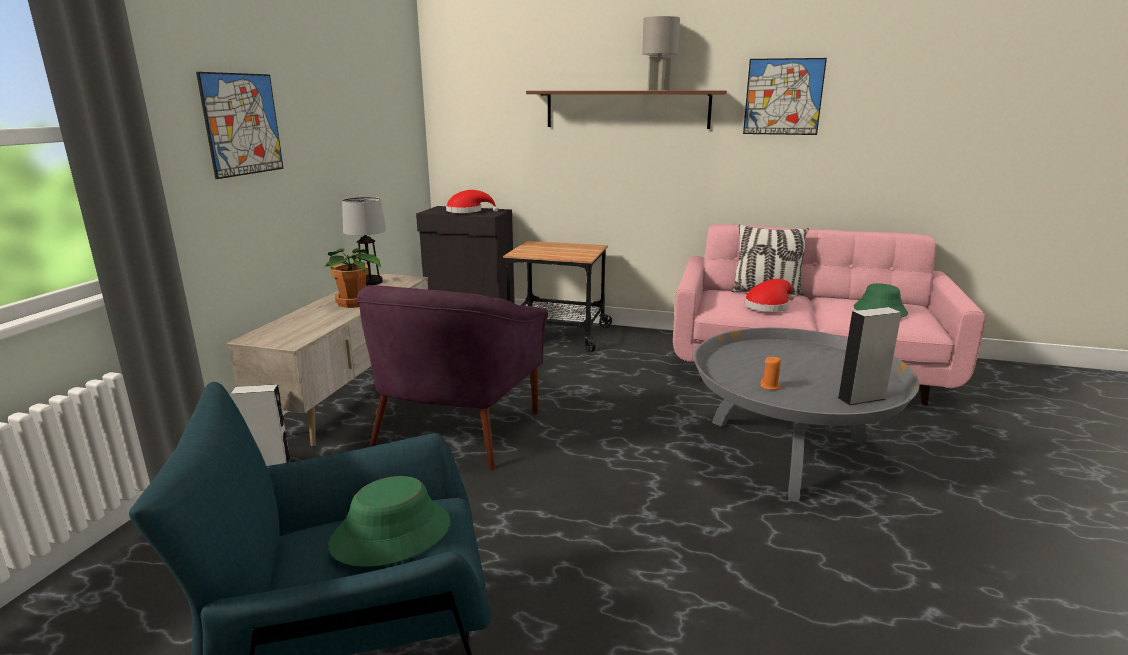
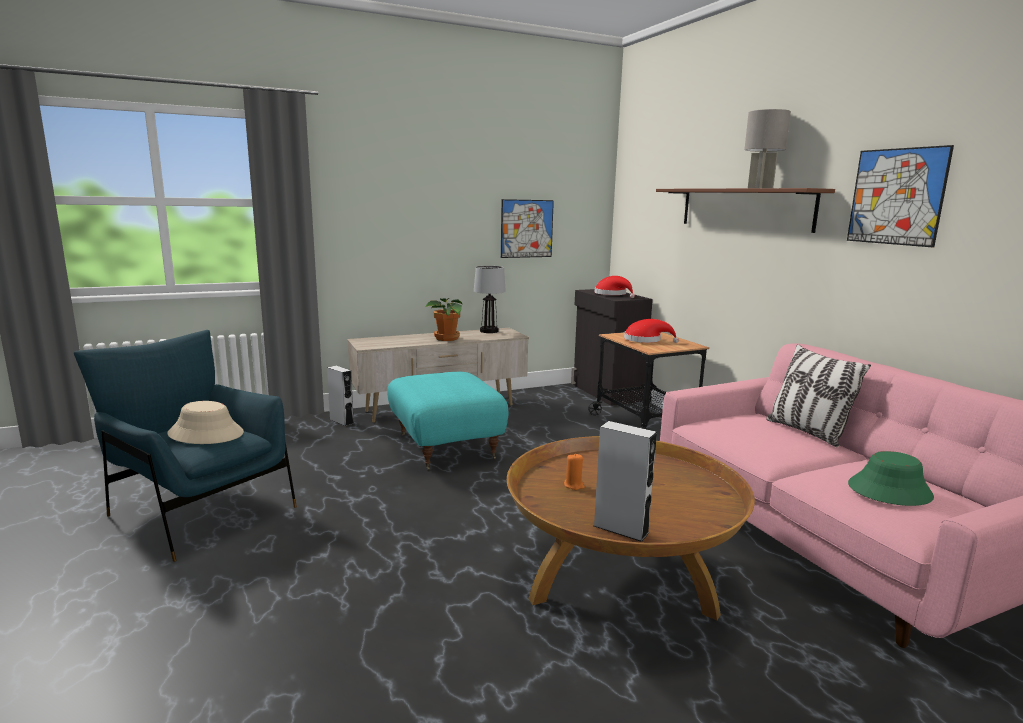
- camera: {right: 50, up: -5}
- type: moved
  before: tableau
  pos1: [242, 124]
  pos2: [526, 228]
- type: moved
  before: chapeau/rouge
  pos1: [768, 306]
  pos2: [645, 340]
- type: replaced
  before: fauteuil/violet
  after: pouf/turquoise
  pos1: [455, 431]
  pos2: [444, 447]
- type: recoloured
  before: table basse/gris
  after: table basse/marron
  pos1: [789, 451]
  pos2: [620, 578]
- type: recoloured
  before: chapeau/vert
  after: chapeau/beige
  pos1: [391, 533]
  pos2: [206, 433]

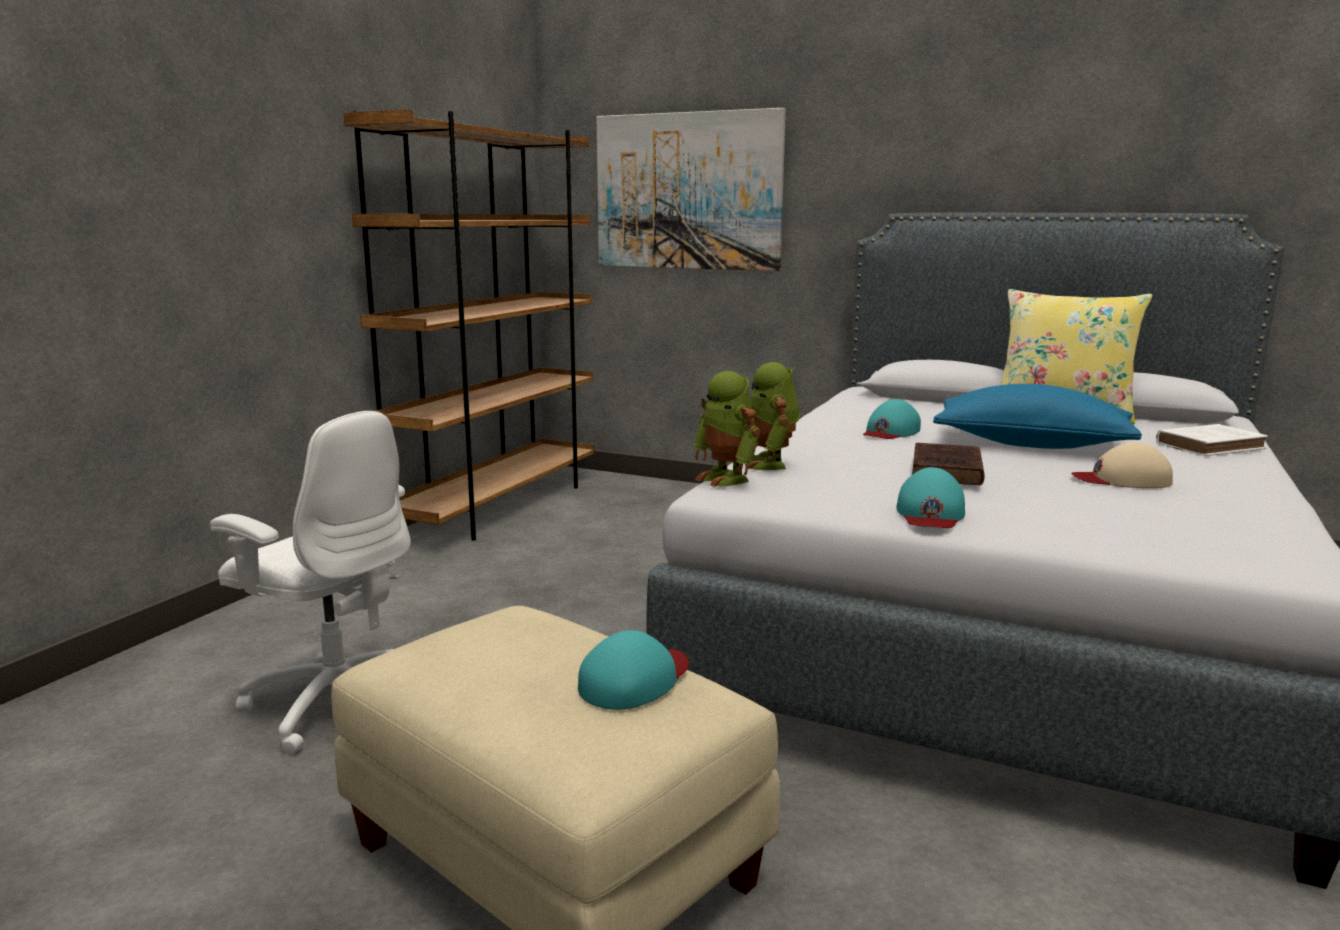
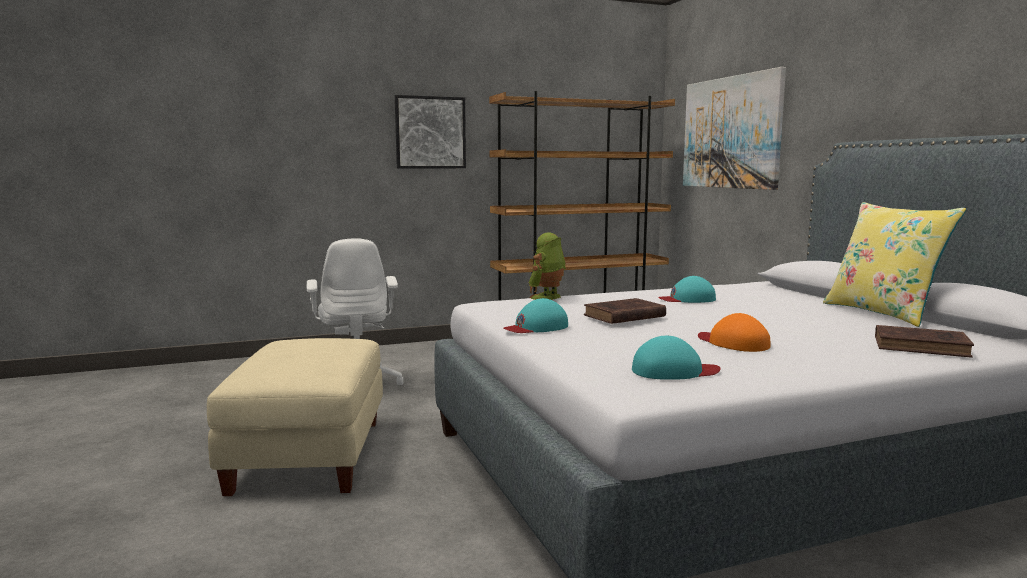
- camera: {right: 45, up: -5}
- type: removed
  before: robot jouet
  pos1: [727, 478]
- type: removed
  before: coussin/bleu
  pos1: [1031, 445]
- type: recoloured
  before: livre/blanc
  after: livre/marron
  pos1: [1211, 446]
  pos2: [923, 347]
- type: recoloured
  before: casquette/beige
  after: casquette/orange
  pos1: [1122, 480]
  pos2: [733, 343]
- type: moved
  before: casquette/turquoise
  pos1: [635, 680]
  pos2: [674, 371]
- type: added
  after: tableau
  pos2: [430, 132]

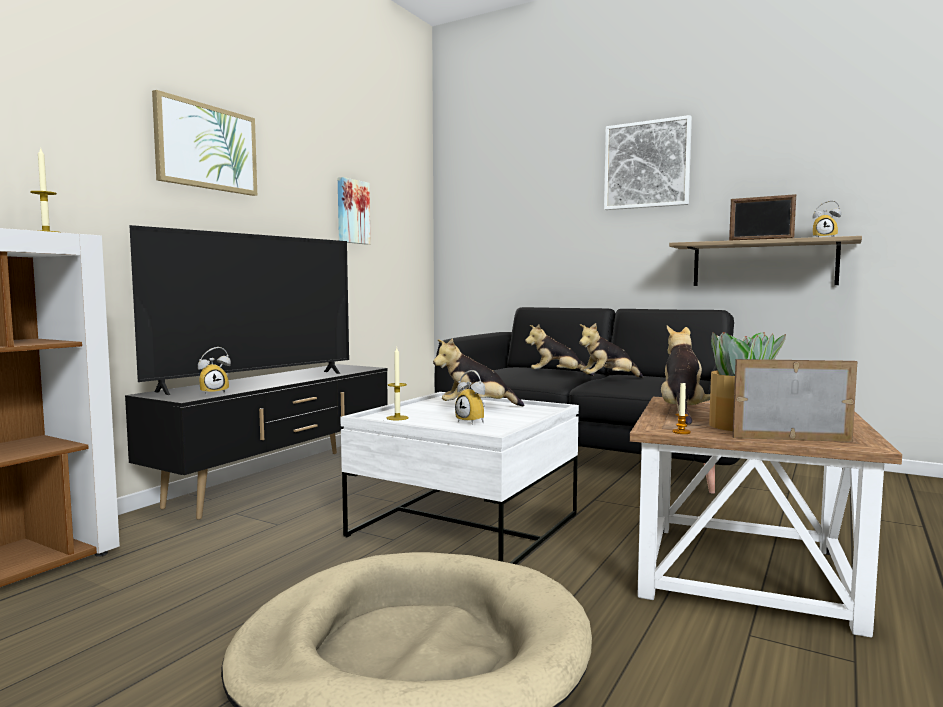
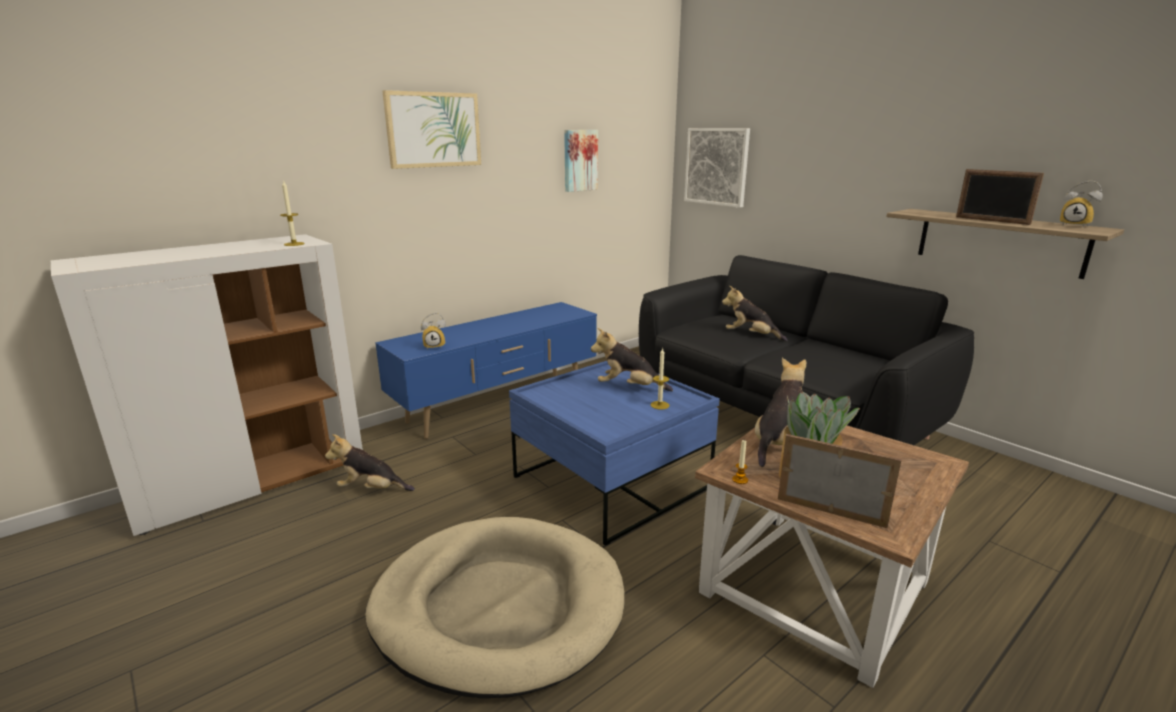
- camera: {right: 20, up: 15}
- type: moved
  before: tableau
  pos1: [647, 165]
  pos2: [716, 166]
- type: removed
  before: téléviseur
  pos1: [256, 381]
- type: moved
  before: peluche
  pos1: [608, 379]
  pos2: [371, 489]
- type: moved
  before: bougie
  pos1: [397, 418]
  pos2: [659, 405]
- type: recoloured
  before: meuble télé/noir
  after: meuble télé/bleu
  pos1: [280, 481]
  pos2: [499, 405]
- type: removed
  before: réveil
  pos1: [474, 421]
- type: recoloured
  before: table basse/blanc
  after: table basse/bleu
  pos1: [465, 525]
  pos2: [611, 482]

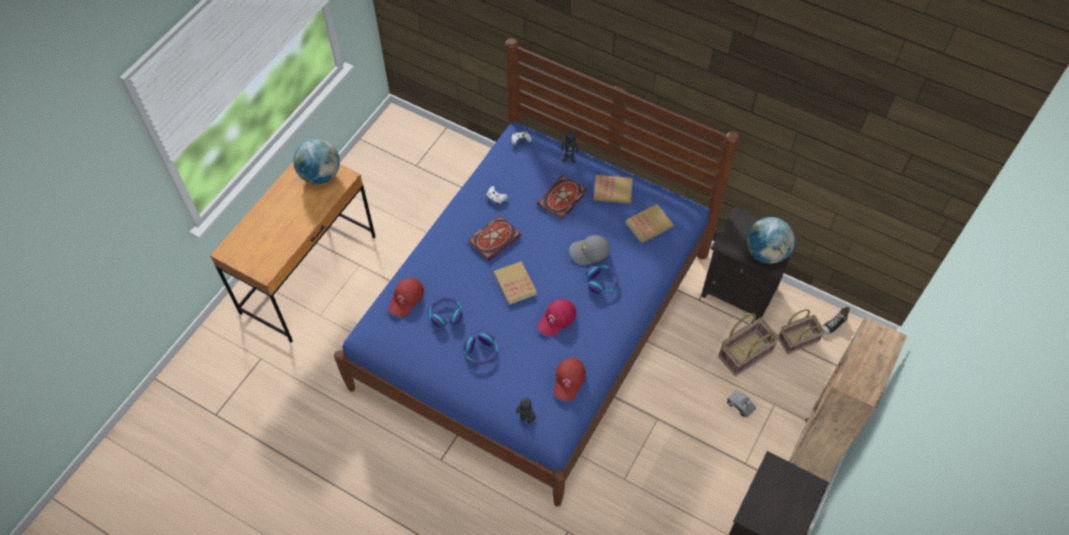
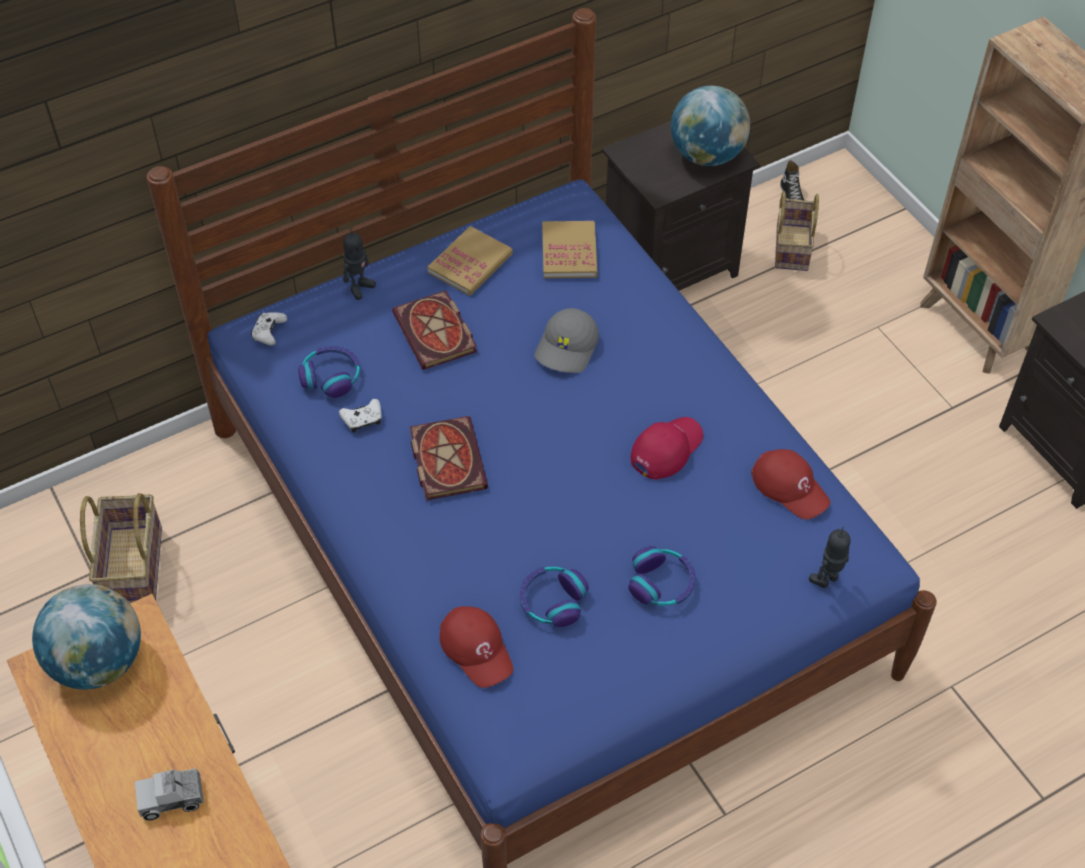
- camera: {right: -60, up: -5}
- type: removed
  before: livre
  pos1: [515, 284]
- type: moved
  before: casque audio
  pos1: [602, 282]
  pos2: [331, 376]
- type: turned
  before: casquette/rouge
  pos1: [557, 319]
  pos2: [666, 449]
  turn: -120
- type: moved
  before: panier
  pos1: [745, 353]
  pos2: [131, 567]
- type: moved
  before: camion jouet
  pos1: [740, 406]
  pos2: [172, 798]

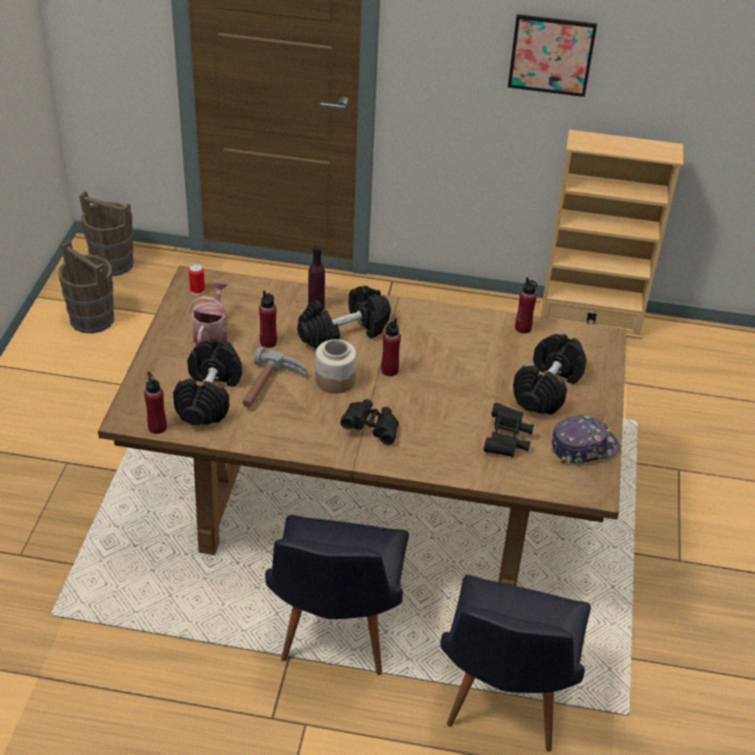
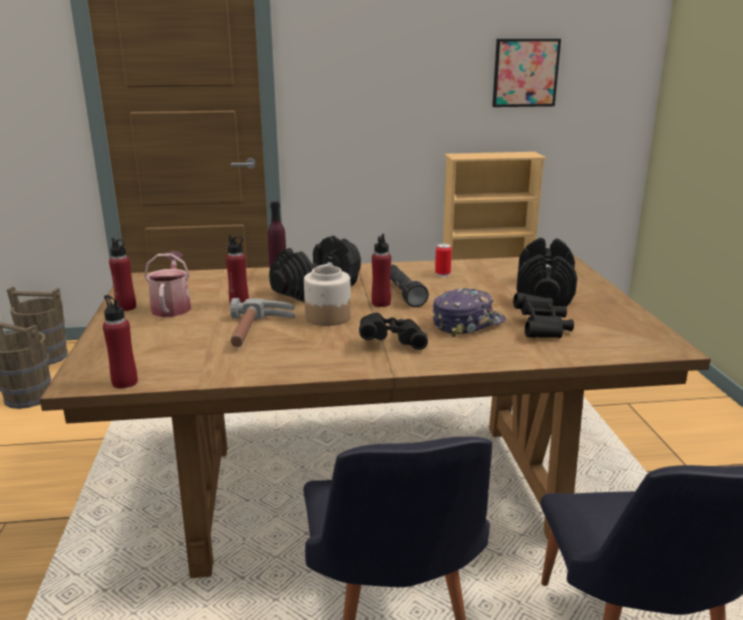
- camera: {right: -15, up: -20}
- type: moved
  before: tableau
  pos1: [551, 55]
  pos2: [525, 73]
- type: moved
  before: boîte métallique
  pos1: [197, 290]
  pos2: [442, 274]
- type: moved
  before: bouteille/rouge
  pos1: [523, 328]
  pos2: [126, 307]
- type: removed
  before: haltère/noir
  pos1: [209, 397]
- type: moved
  before: casquette
  pos1: [583, 447]
  pos2: [467, 323]
- type: added
  after: lampe de poche/noir
  pos2: [403, 293]

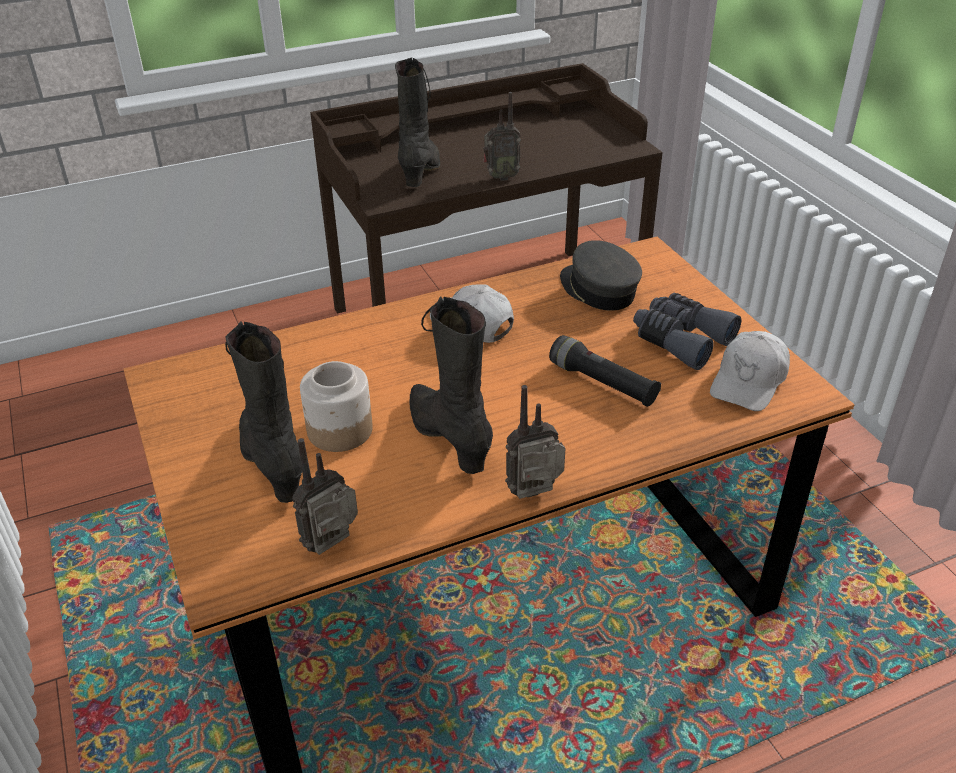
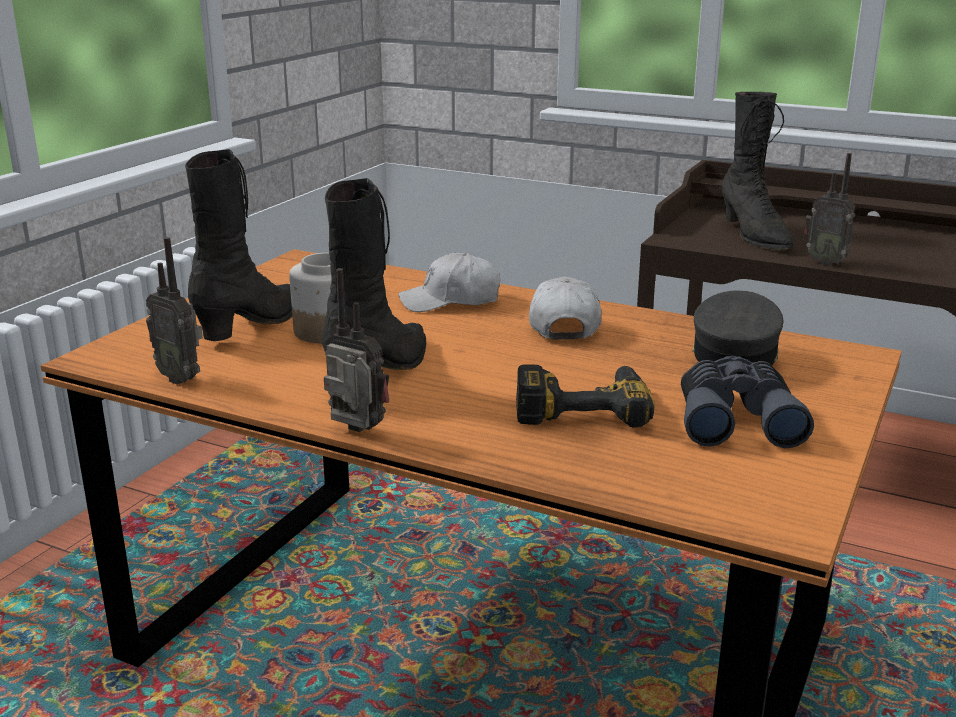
- camera: {right: 50, up: -15}
- type: turned
  before: botte/noir
  pos1: [421, 172]
  pos2: [753, 236]
  turn: 105
- type: moved
  before: casquette/blanc
  pos1: [749, 381]
  pos2: [450, 301]
- type: replaced
  before: lampe de poche/noir
  after: perceuse
  pos1: [602, 383]
  pos2: [582, 406]
- type: turned
  before: radio
  pos1: [334, 547]
  pos2: [181, 378]
  turn: -150

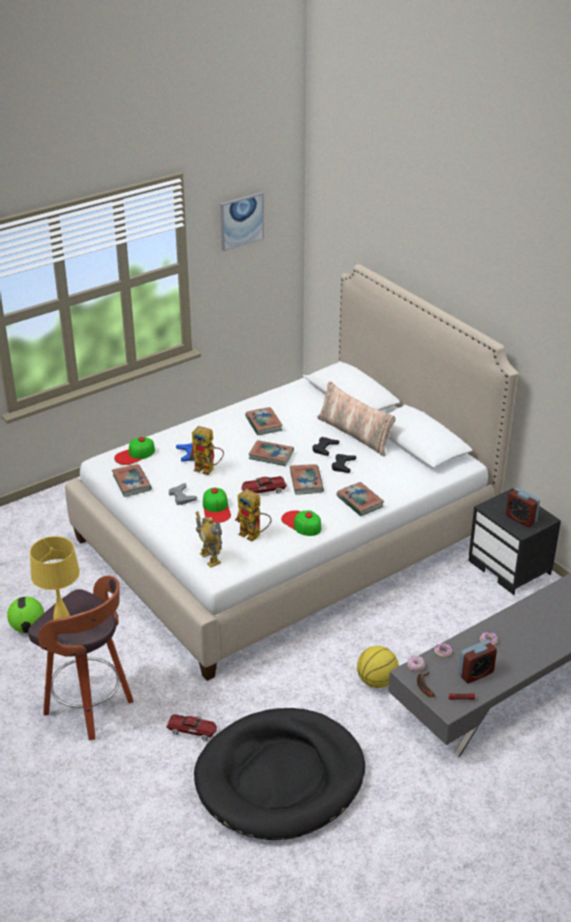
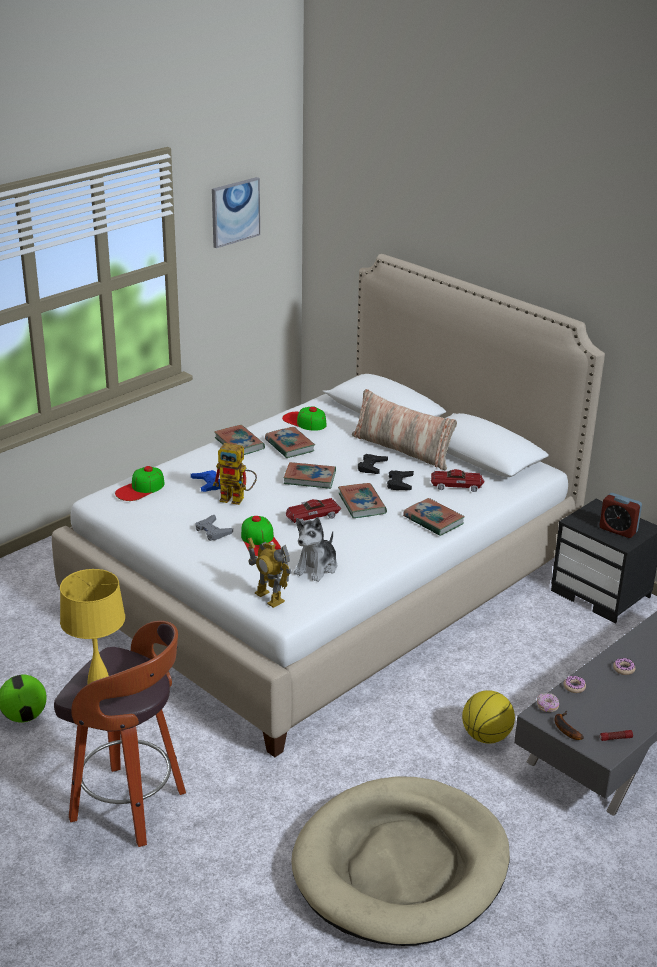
- camera: {right: -10, up: -5}
- type: moved
  before: livre
  pos1: [131, 483]
  pos2: [239, 444]
- type: replaced
  before: robot jouet
  after: peluche
  pos1: [254, 535]
  pos2: [317, 567]
- type: moved
  before: casquette
  pos1: [301, 523]
  pos2: [304, 421]
- type: removed
  before: réveil
  pos1: [475, 673]
- type: recoloured
  before: panier pour chien/noir
  after: panier pour chien/beige
  pos1: [280, 778]
  pos2: [401, 866]
- type: moved
  before: petite voiture
  pos1: [193, 730]
  pos2: [457, 485]

